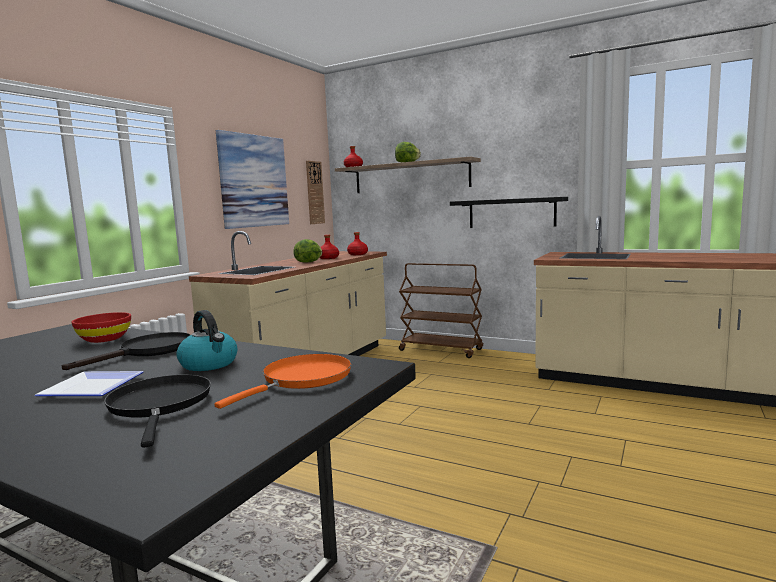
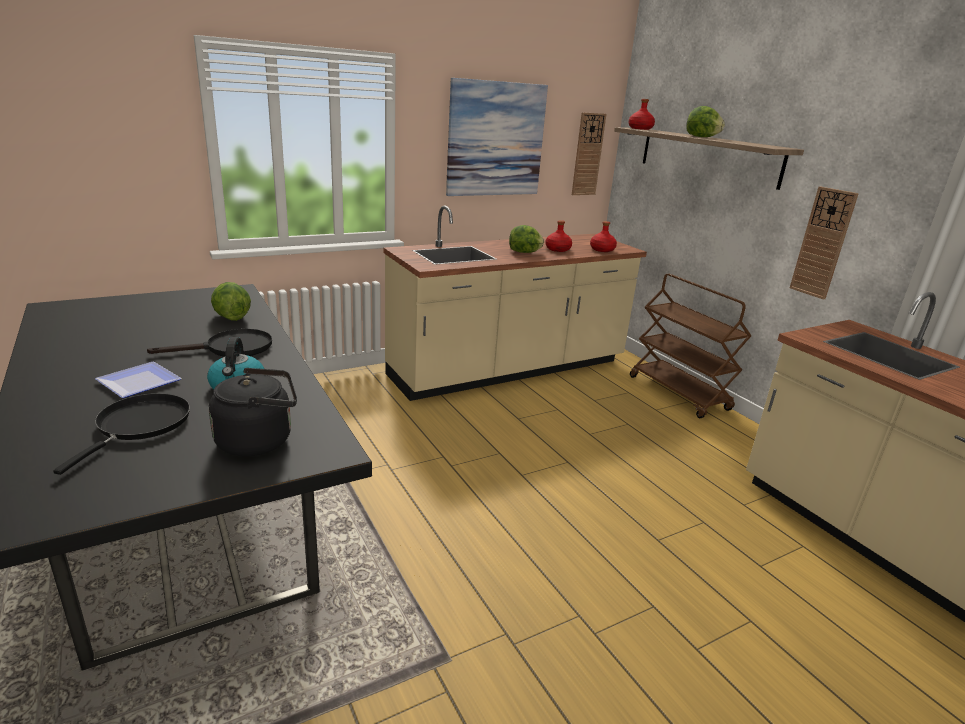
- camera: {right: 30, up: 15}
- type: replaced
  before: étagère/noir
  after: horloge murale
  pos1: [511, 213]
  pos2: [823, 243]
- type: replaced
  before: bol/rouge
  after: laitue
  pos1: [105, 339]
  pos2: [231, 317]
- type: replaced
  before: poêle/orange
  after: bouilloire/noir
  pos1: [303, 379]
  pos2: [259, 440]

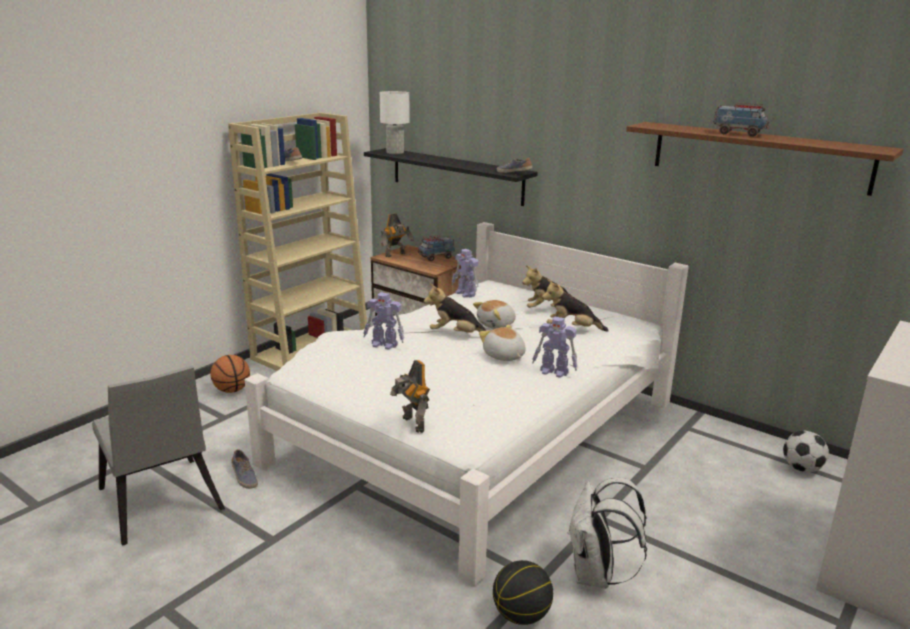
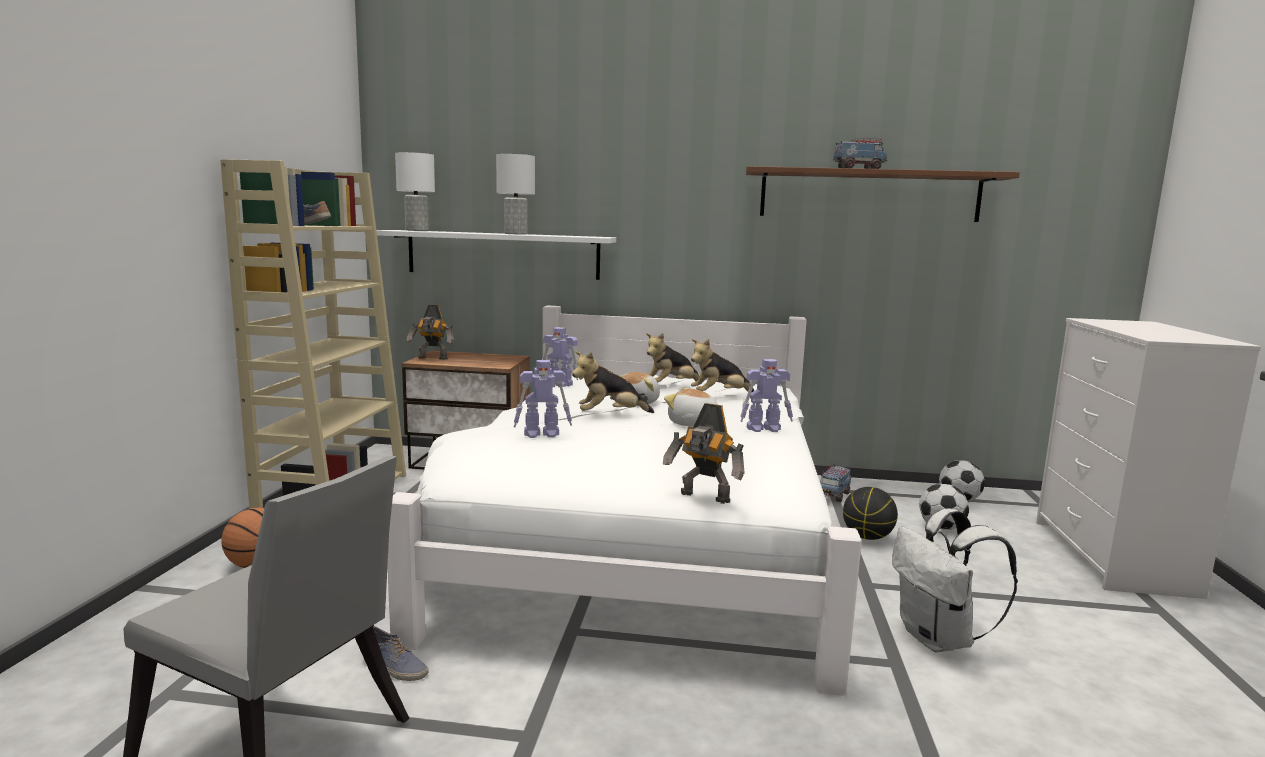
- camera: {right: -30, up: -10}
- type: recoloured
  before: étagère/noir
  after: étagère/blanc
  pos1: [456, 176]
  pos2: [503, 254]
- type: removed
  before: chaussure
  pos1: [514, 173]
- type: turned
  before: robot jouet
  pos1: [396, 255]
  pos2: [432, 358]
  turn: 75
- type: moved
  before: camion jouet
  pos1: [436, 257]
  pos2: [833, 495]
- type: moved
  before: ballon de basket
  pos1: [521, 615]
  pos2: [867, 537]
- type: added
  after: lampe de table/blanc
  pos2: [516, 234]
- type: added
  after: ballon de foot
  pos2: [941, 528]

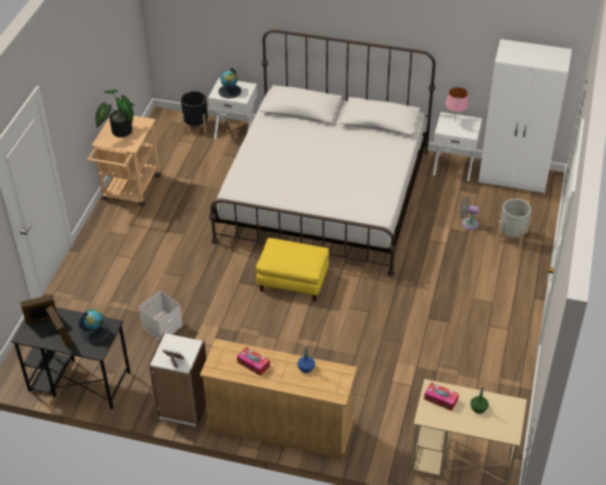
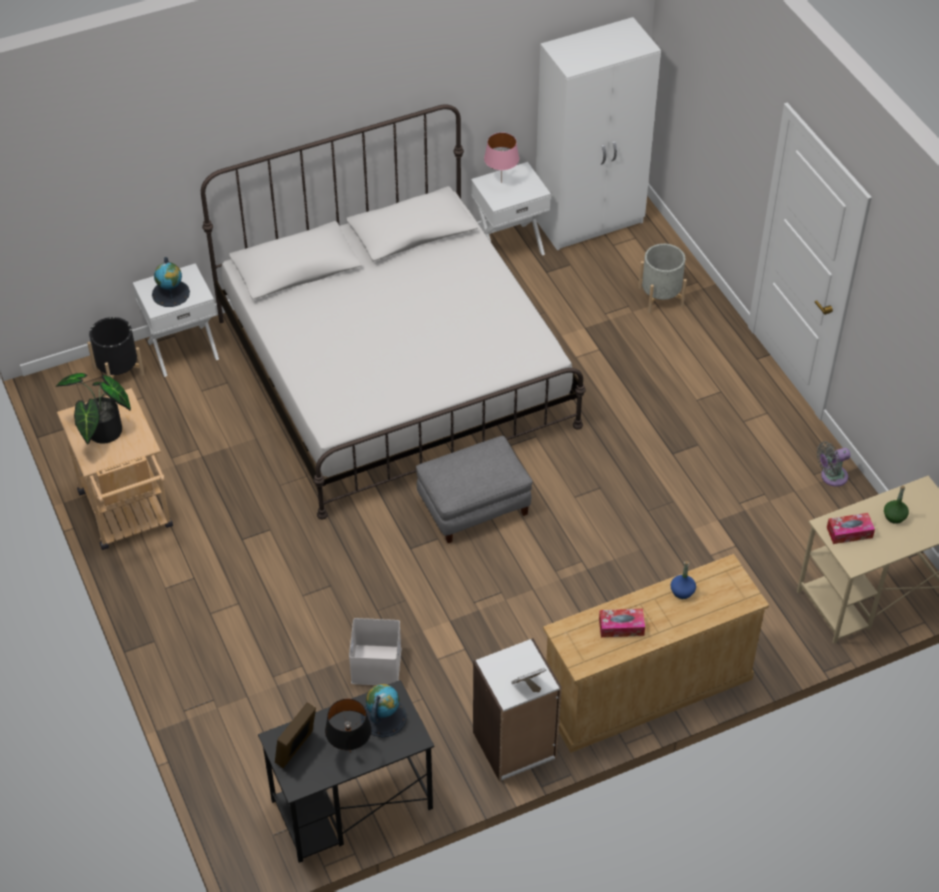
- camera: {right: -40, up: 5}
- type: moved
  before: ventilateur/gris
  pos1: [468, 223]
  pos2: [831, 477]
- type: recoloured
  before: pouf/jaune
  after: pouf/gris
  pos1: [293, 280]
  pos2: [474, 505]
- type: replaced
  before: cadre photo
  after: lampe de table/noir
  pos1: [62, 337]
  pos2: [349, 752]

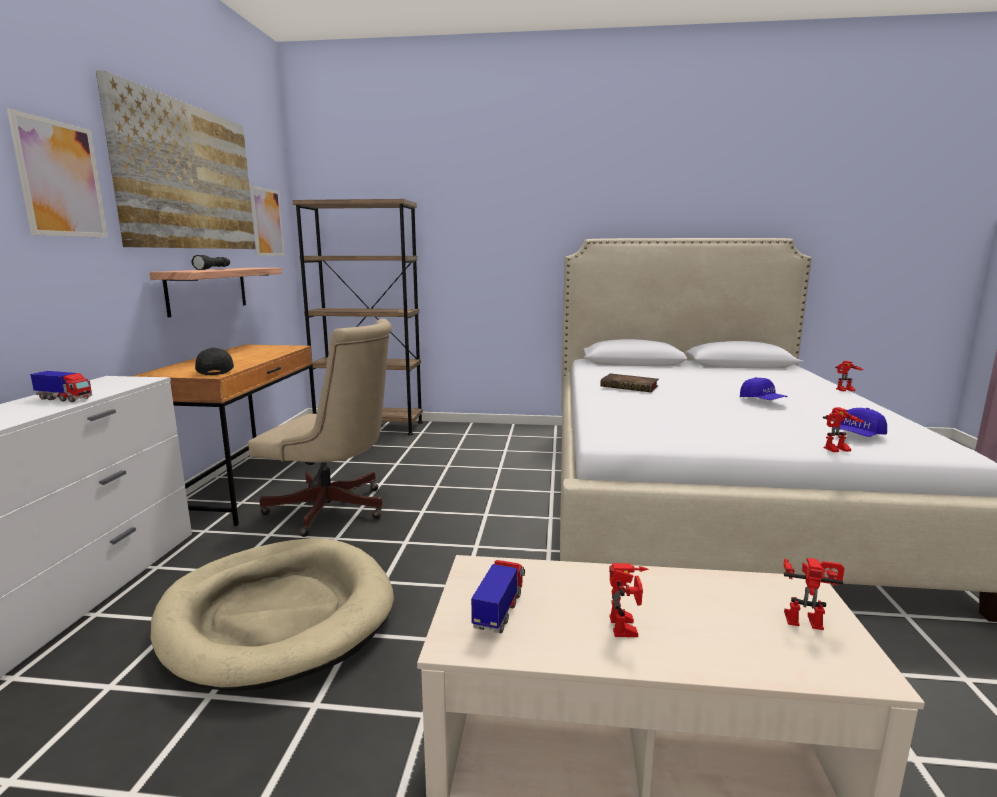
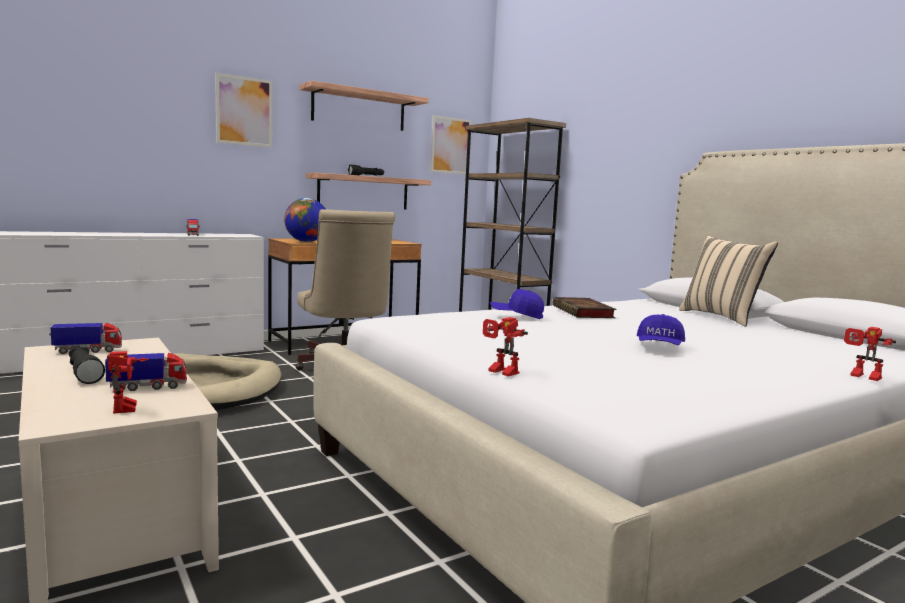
- camera: {right: 50, up: -5}
- type: replaced
  before: tableau
  after: étagère
  pos1: [188, 177]
  pos2: [359, 109]
- type: replaced
  before: casquette/noir
  after: globe
  pos1: [215, 371]
  pos2: [306, 241]
- type: moved
  before: casquette/bleu
  pos1: [858, 436]
  pos2: [516, 315]
- type: replaced
  before: robot jouet
  after: lampe de poche/noir
  pos1: [628, 628]
  pos2: [83, 373]
- type: added
  after: coussin/beige
  pos2: [721, 317]
- type: added
  after: camion jouet
  pos2: [148, 387]

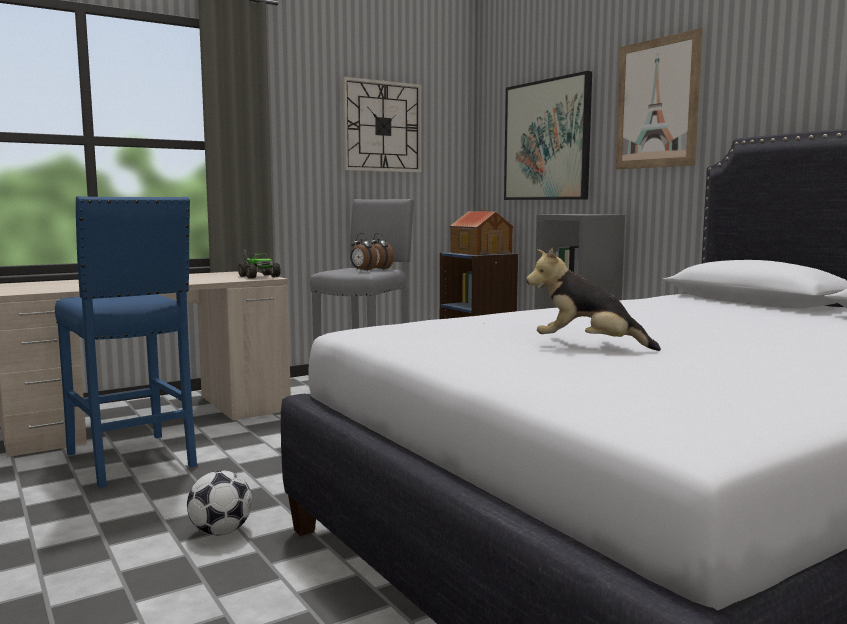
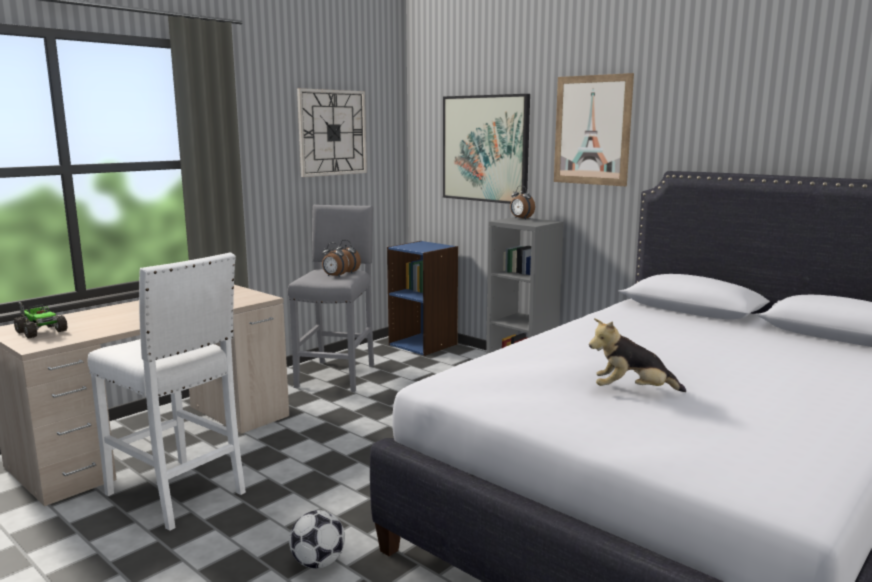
- camera: {right: -15, up: 5}
- type: recoloured
  before: tabouret/bleu
  after: tabouret/blanc
  pos1: [132, 460]
  pos2: [177, 494]
- type: removed
  before: maison miniature
  pos1: [481, 252]
- type: moved
  before: camion jouet
  pos1: [259, 276]
  pos2: [41, 331]
- type: added
  after: réveil
  pos2: [521, 218]

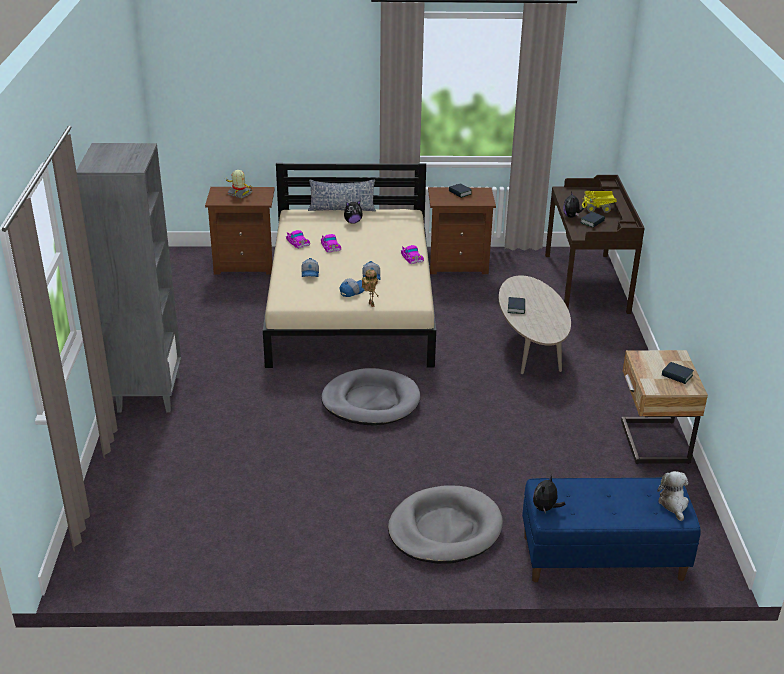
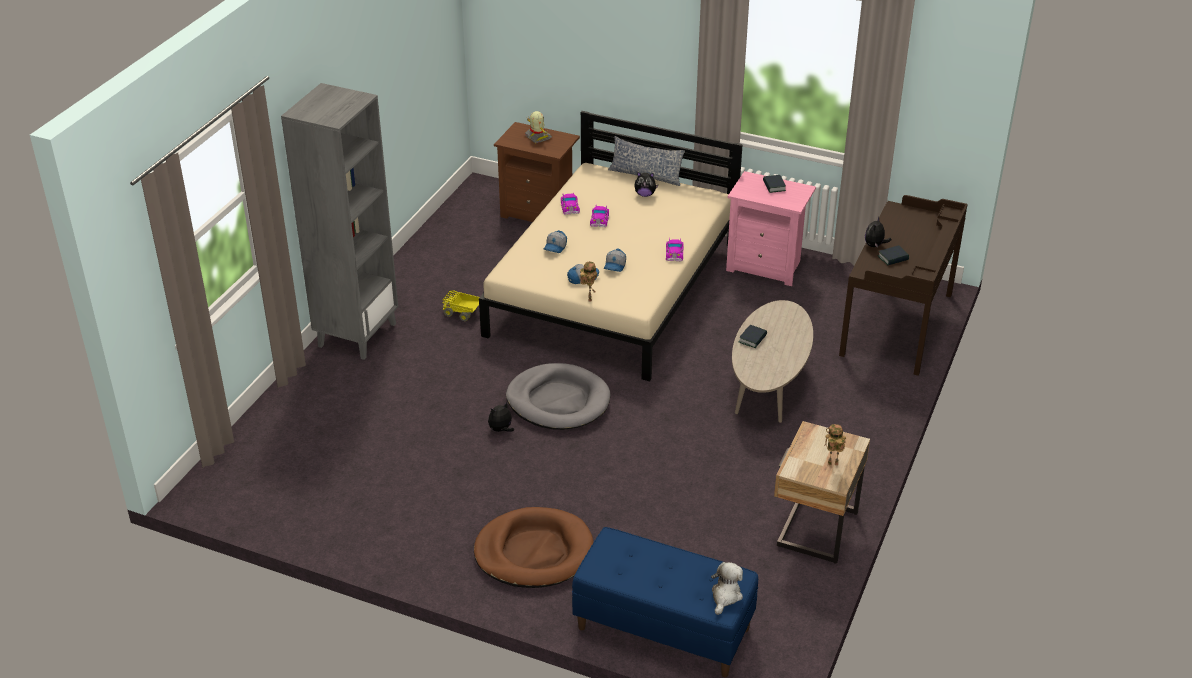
- camera: {right: 25, up: 5}
- type: recoloured
  before: table de chevet/marron
  after: table de chevet/rose
  pos1: [458, 264]
  pos2: [766, 266]
- type: moved
  before: camion jouet
  pos1: [598, 208]
  pos2: [462, 313]
- type: replaced
  before: livre
  after: robot jouet
  pos1: [677, 375]
  pos2: [832, 464]
- type: moved
  before: peluche
  pos1: [545, 508]
  pos2: [501, 430]
- type: recoloured
  before: panier pour chien/gris
  after: panier pour chien/marron
  pos1: [444, 529]
  pos2: [534, 552]

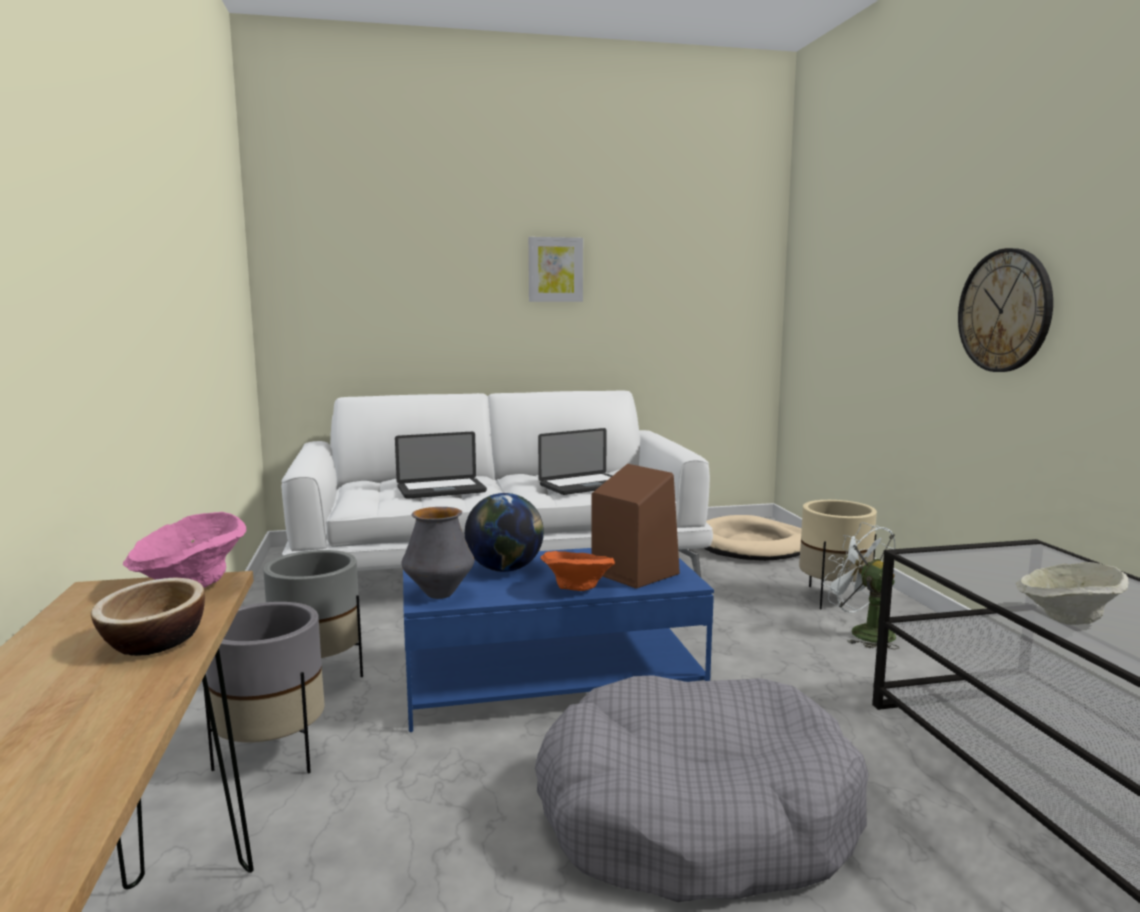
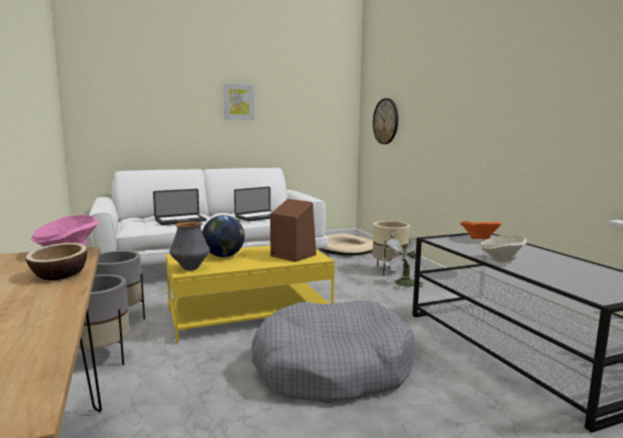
- camera: {right: -10, up: 0}
- type: moved
  before: horloge murale
  pos1: [1005, 311]
  pos2: [386, 121]
- type: turned
  before: ventilateur/blanc
  pos1: [862, 632]
  pos2: [405, 285]
  turn: -105
- type: recoloured
  before: table basse/bleu
  after: table basse/jaune
  pos1: [550, 679]
  pos2: [249, 314]
- type: moved
  before: bol/orange
  pos1: [577, 589]
  pos2: [479, 239]

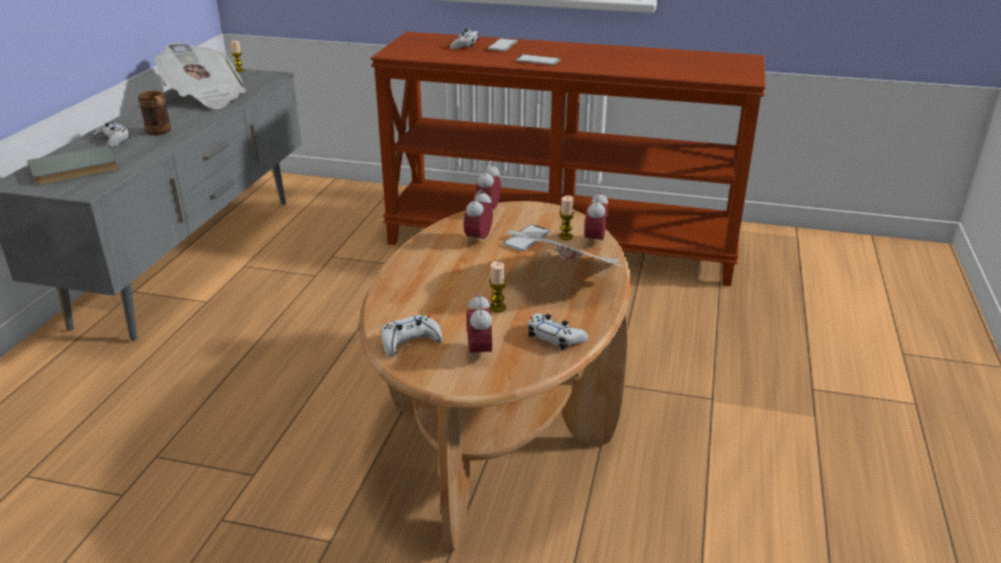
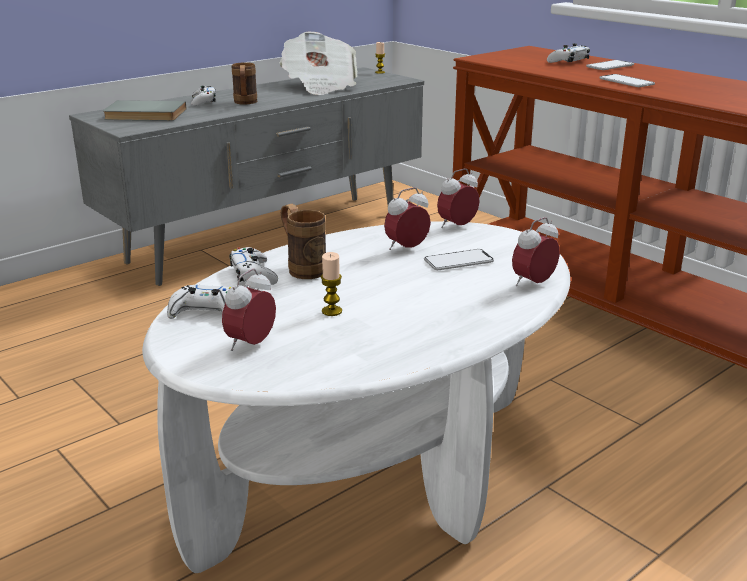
- camera: {right: 35, up: -5}
- type: removed
  before: bougie
  pos1: [565, 236]
- type: recoloured
  before: table basse/marron
  after: table basse/blanc
  pos1: [500, 425]
  pos2: [373, 475]
- type: removed
  before: journal
  pos1: [570, 278]
- type: moved
  before: manette/blanc
  pos1: [555, 337]
  pos2: [253, 274]
- type: added
  after: mug/marron
  pos2: [302, 268]

